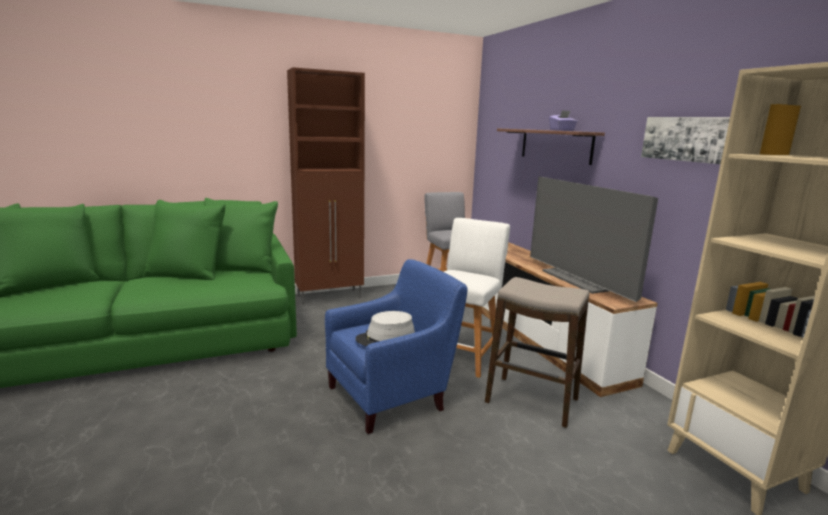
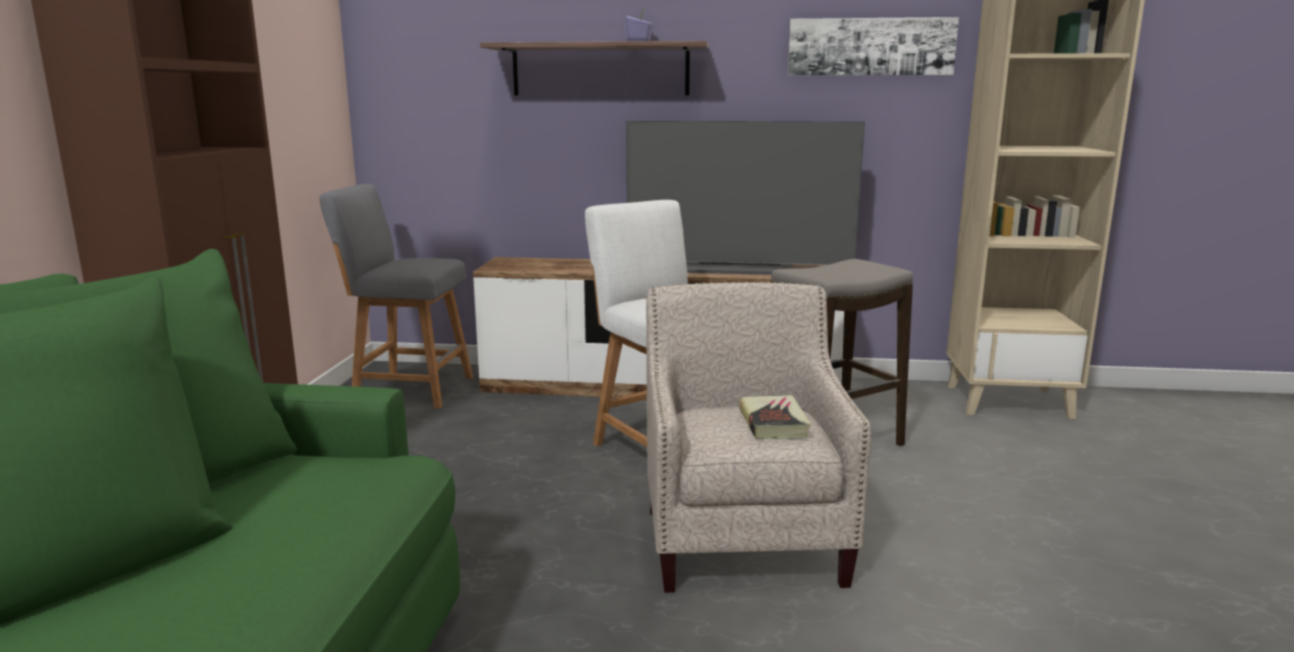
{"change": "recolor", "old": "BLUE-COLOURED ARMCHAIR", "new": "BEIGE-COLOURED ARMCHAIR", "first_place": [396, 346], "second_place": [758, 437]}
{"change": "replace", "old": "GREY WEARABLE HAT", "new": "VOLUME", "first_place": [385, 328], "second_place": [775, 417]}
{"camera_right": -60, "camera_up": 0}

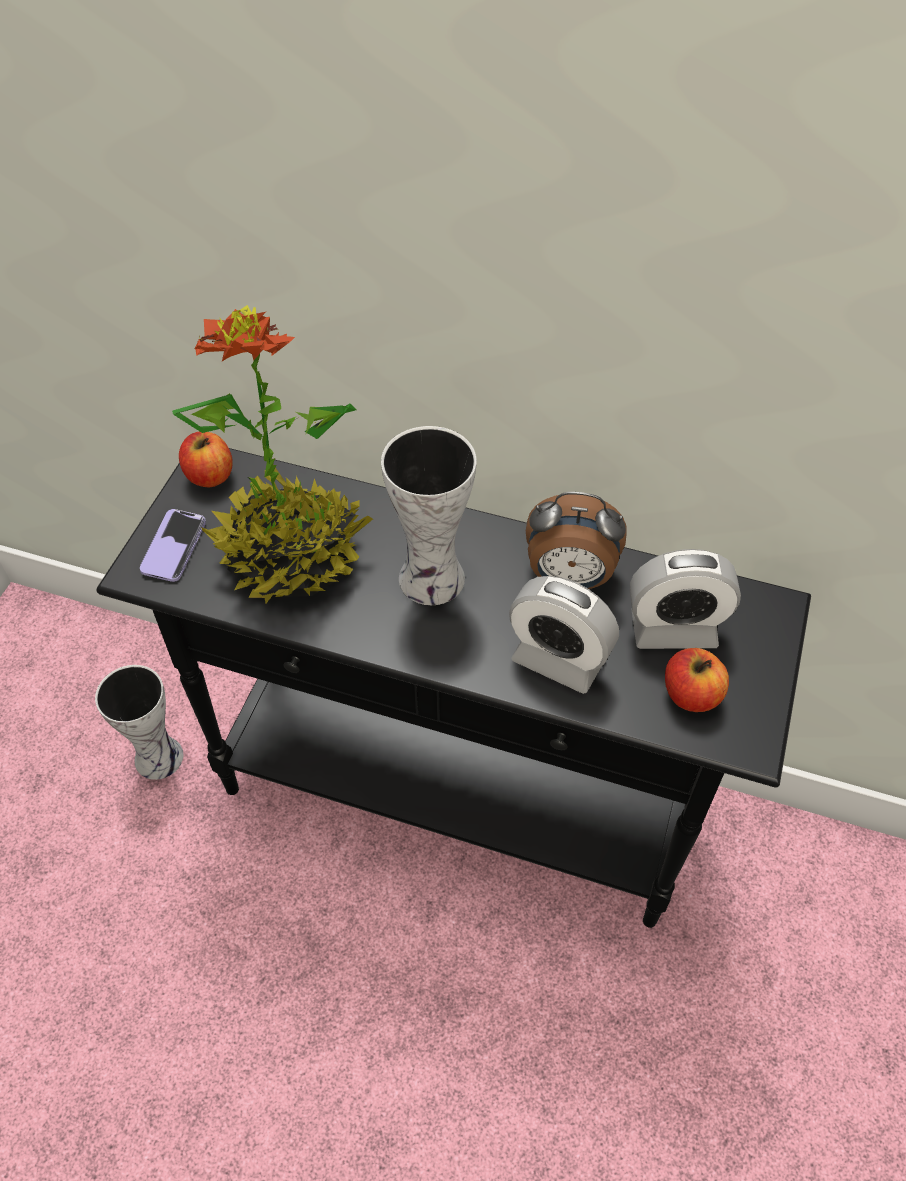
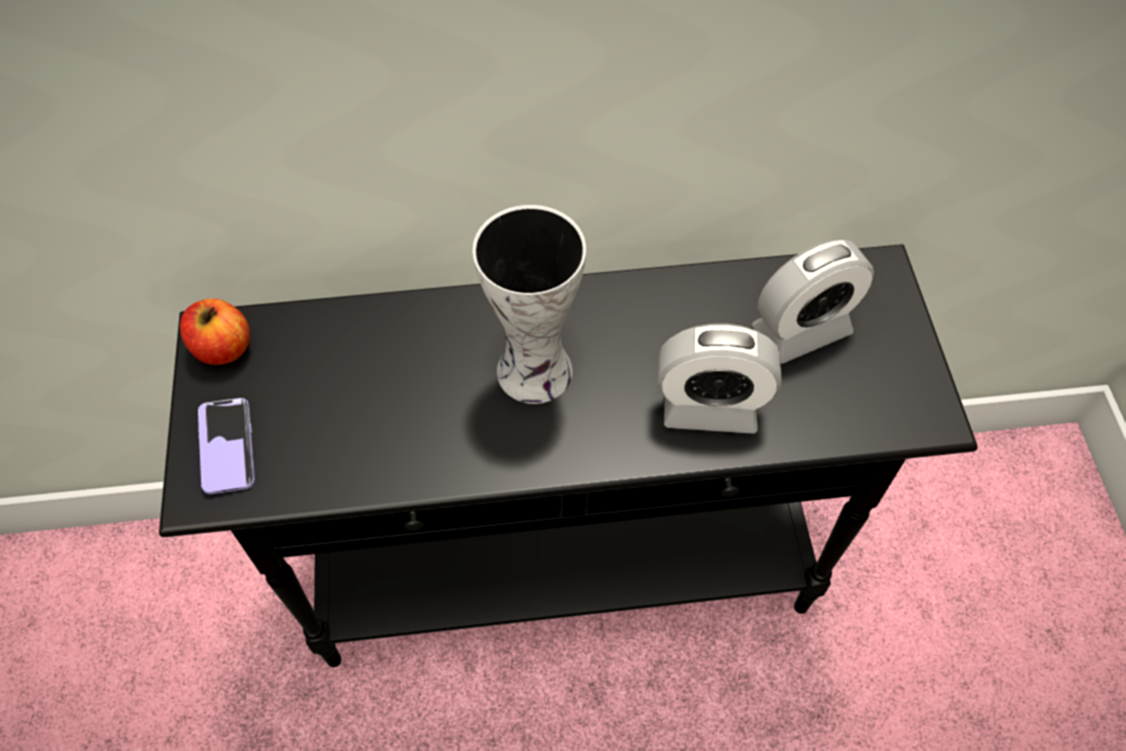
{"change": "delete", "old": "PLANT IN A POT", "first_place": [272, 454]}
{"change": "delete", "old": "BEDSIDE CLOCK", "first_place": [576, 540]}
{"change": "delete", "old": "WHOLE APPLE", "first_place": [697, 680]}
{"change": "delete", "old": "FLOWER VASE", "first_place": [139, 722]}
{"camera_right": -25, "camera_up": 5}

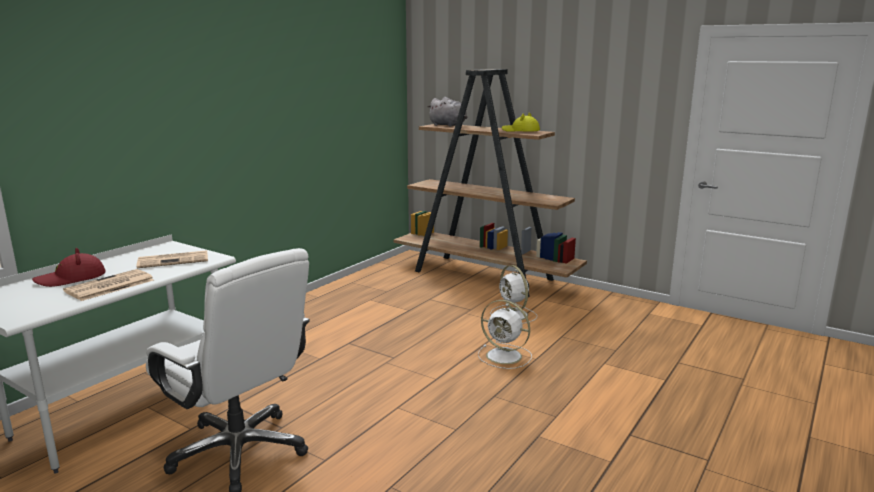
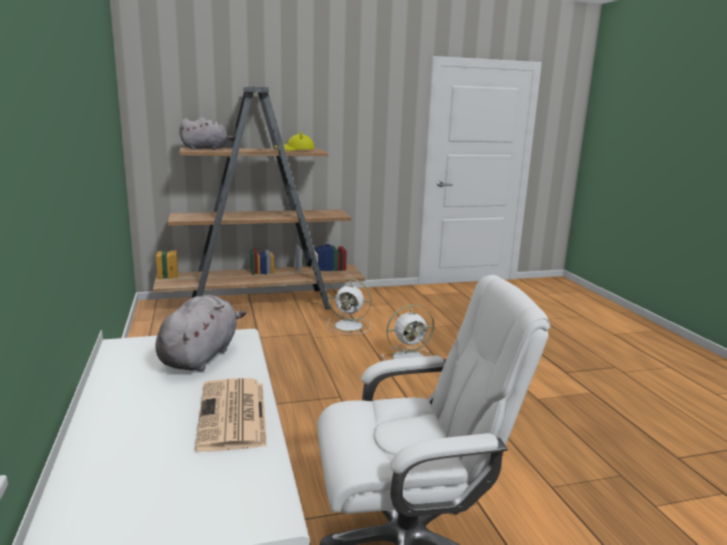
{"change": "delete", "old": "REDDISH WEARABLE HAT", "first_place": [69, 267]}
{"change": "replace", "old": "DAILY PAPER", "new": "GREY CUDDLY TOY", "first_place": [172, 259], "second_place": [200, 333]}
{"camera_right": -50, "camera_up": 0}

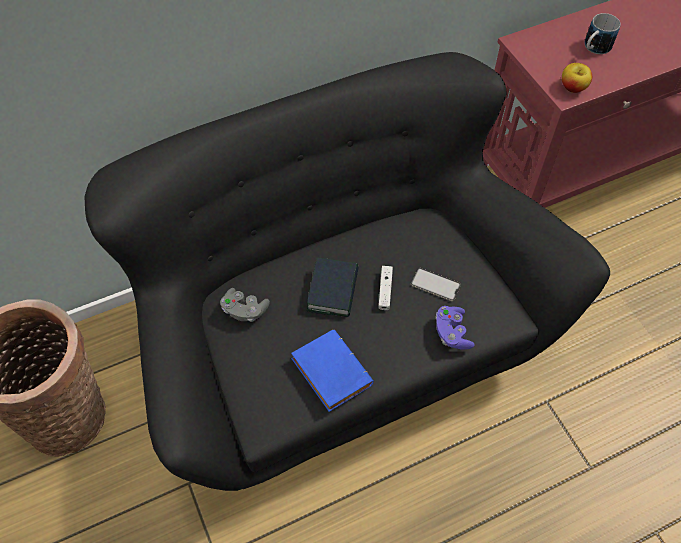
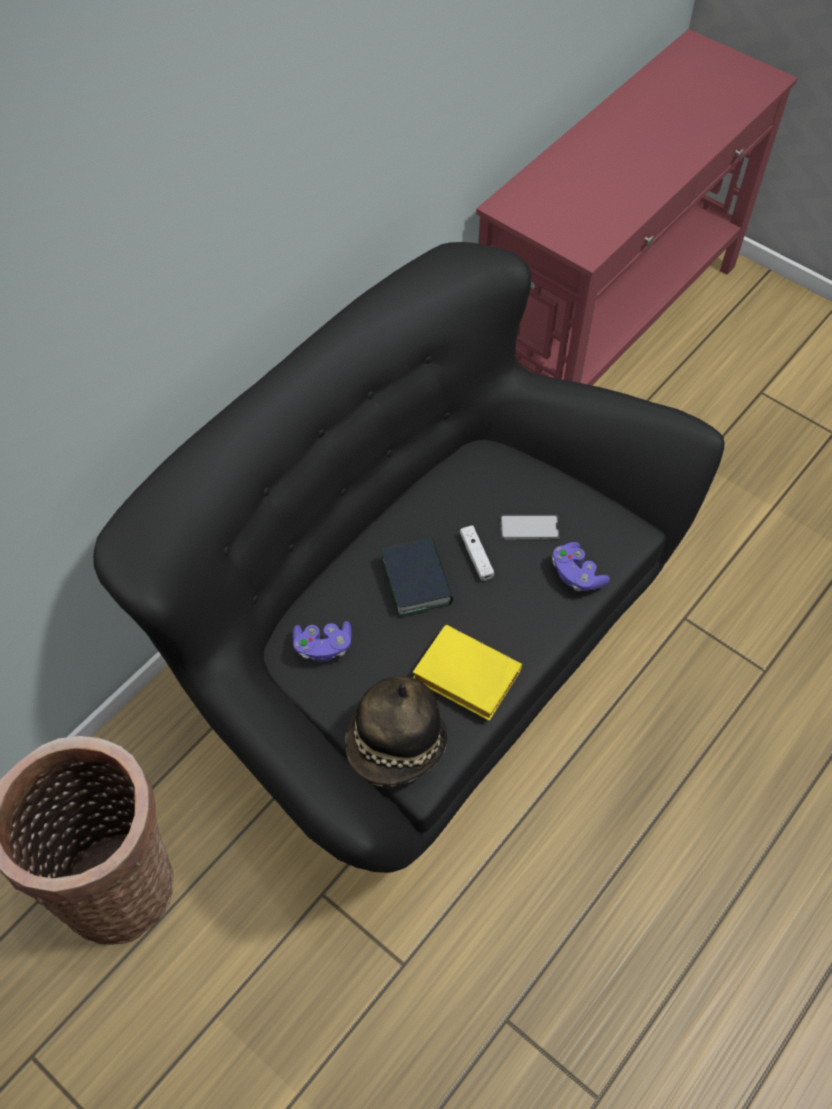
{"change": "delete", "old": "TEA MUG", "first_place": [602, 33]}
{"change": "delete", "old": "WHOLE APPLE", "first_place": [577, 78]}
{"change": "recolor", "old": "GREY GAME CONTROLLER", "new": "PURPLE GAME CONTROLLER", "first_place": [245, 305], "second_place": [322, 641]}
{"change": "recolor", "old": "BLUE-COLOURED VOLUME", "new": "YELLOW-COLOURED VOLUME", "first_place": [332, 371], "second_place": [467, 673]}
{"change": "insert", "new": "WEARABLE HAT", "second_place": [396, 731]}
{"camera_right": -25, "camera_up": 0}

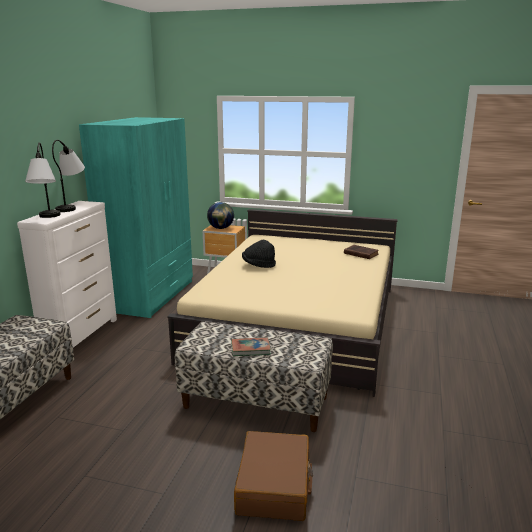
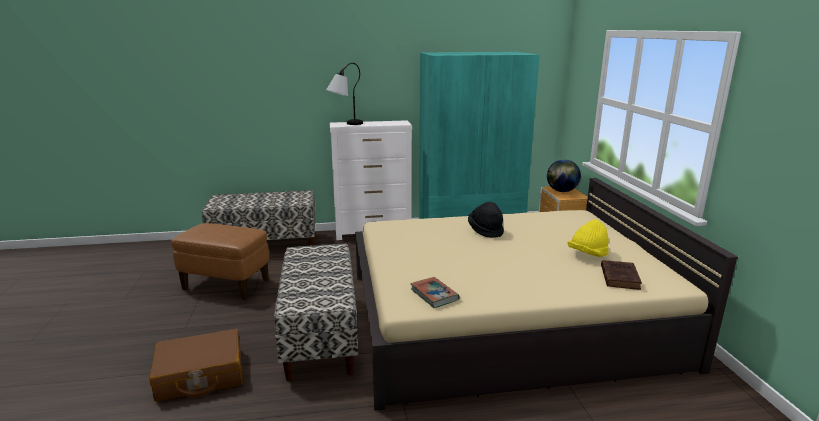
{"change": "delete", "old": "TABLETOP LAMP", "first_place": [68, 176]}
{"change": "move", "old": "VOLUME", "first_place": [251, 346], "second_place": [435, 292]}
{"change": "insert", "new": "YELLOW-COLOURED WEARABLE HAT", "second_place": [588, 238]}
{"change": "insert", "new": "BROWN-COLOURED POUFFE", "second_place": [220, 261]}
{"camera_right": 65, "camera_up": 0}

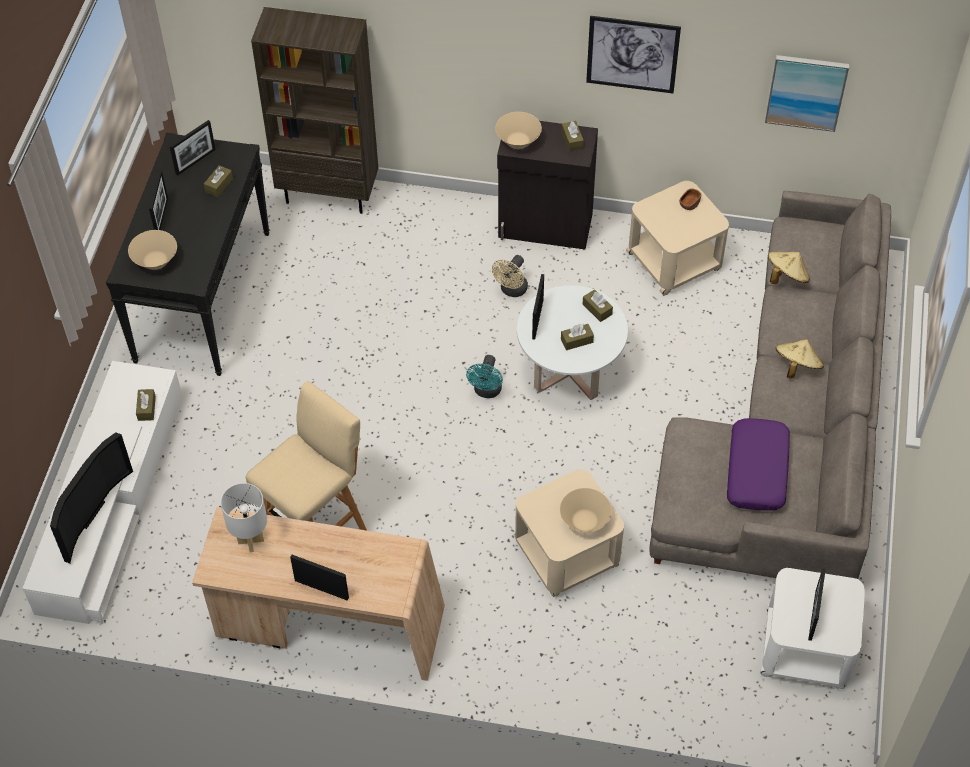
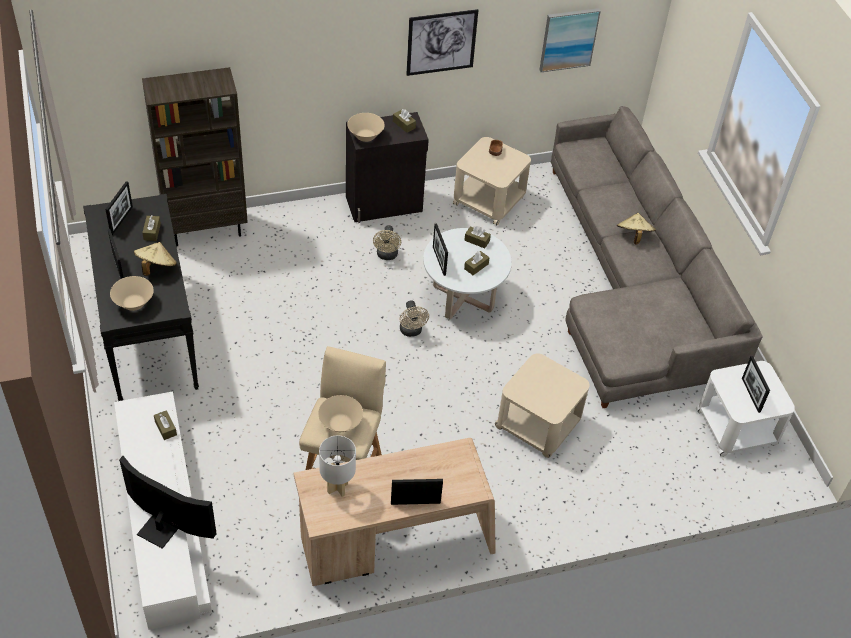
{"change": "move", "old": "BEIGE-COLOURED WEARABLE HAT", "first_place": [789, 268], "second_place": [155, 259]}
{"change": "recolor", "old": "BLUE-GREEN COOLING FAN", "new": "BEIGE-COLOURED COOLING FAN", "first_place": [484, 376], "second_place": [414, 318]}
{"change": "delete", "old": "PURPLE CUSHION", "first_place": [758, 464]}
{"change": "rotate", "old": "TV SET", "first_place": [91, 498], "second_place": [168, 502], "degrees": -60}
{"change": "move", "old": "BEIGE-COLOURED DEEP DISH", "first_place": [586, 510], "second_place": [340, 413]}
{"camera_right": -30, "camera_up": -5}

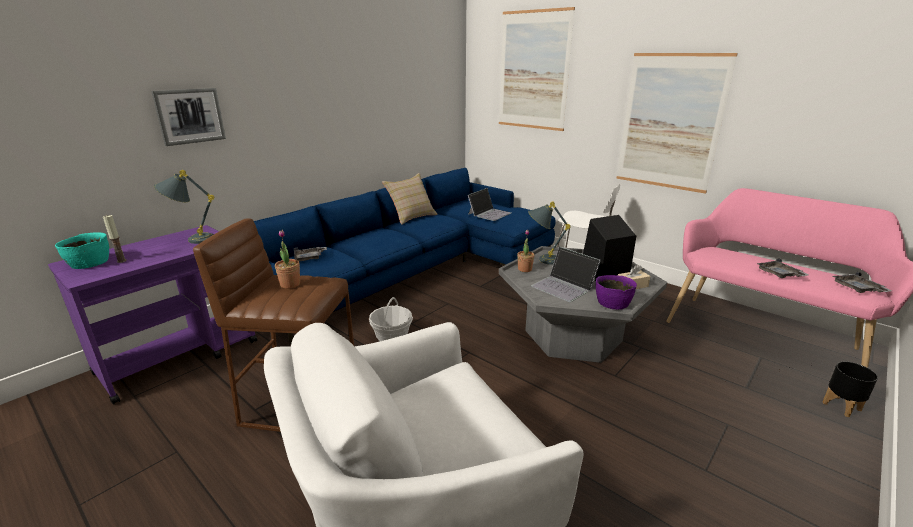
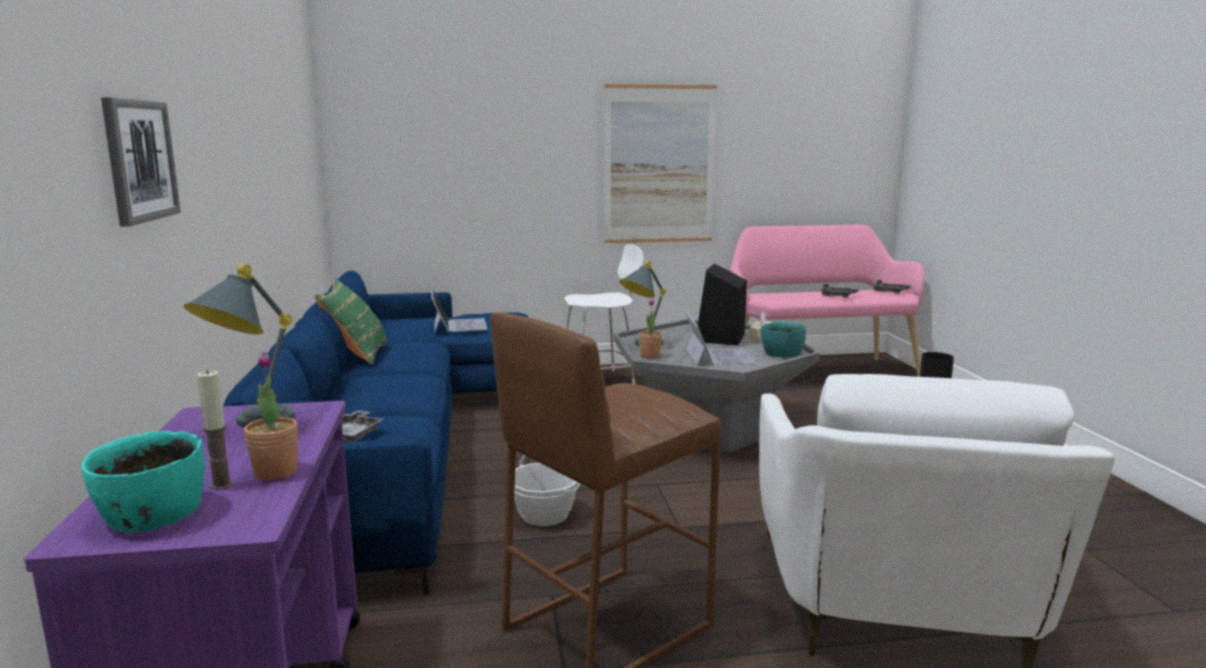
{"change": "delete", "old": "WALL PICTURE", "first_place": [537, 69]}
{"change": "recolor", "old": "BEIGE-COLOURED CUSHION", "new": "GREEN CUSHION", "first_place": [410, 199], "second_place": [351, 321]}
{"change": "move", "old": "PLANT IN A POT", "first_place": [287, 259], "second_place": [271, 416]}
{"change": "rotate", "old": "PORTABLE COMPUTER", "first_place": [566, 274], "second_place": [721, 338], "degrees": -90}
{"change": "recolor", "old": "PURPLE DEEP DISH", "new": "BLUE-GREEN DEEP DISH", "first_place": [616, 292], "second_place": [783, 339]}
{"camera_right": -50, "camera_up": -10}

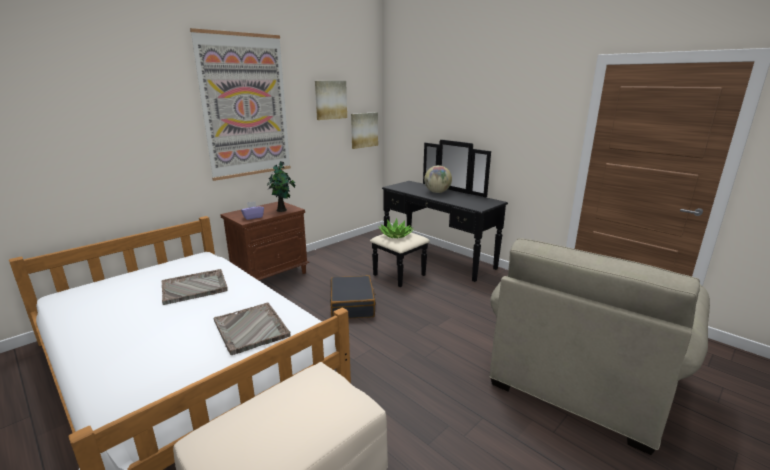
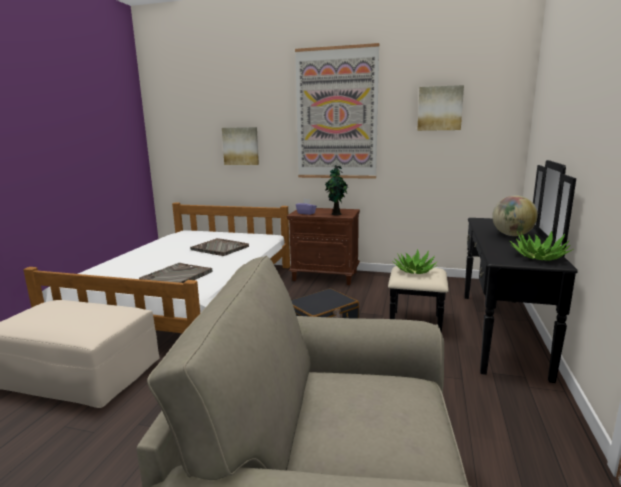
{"change": "move", "old": "WALL PICTURE", "first_place": [364, 130], "second_place": [240, 146]}
{"change": "insert", "new": "PLANT IN A POT", "second_place": [541, 246]}
{"camera_right": 60, "camera_up": -5}

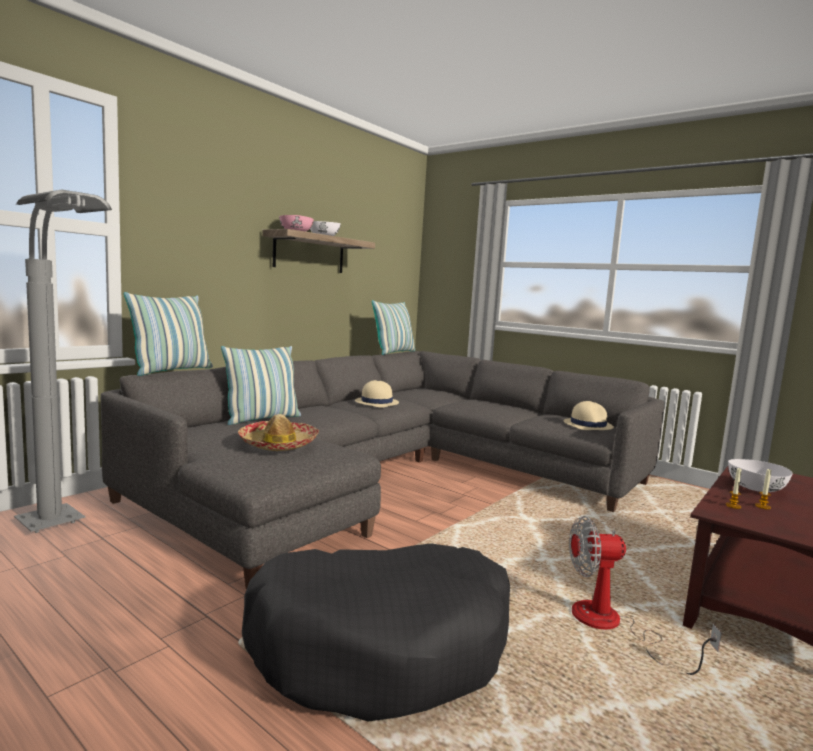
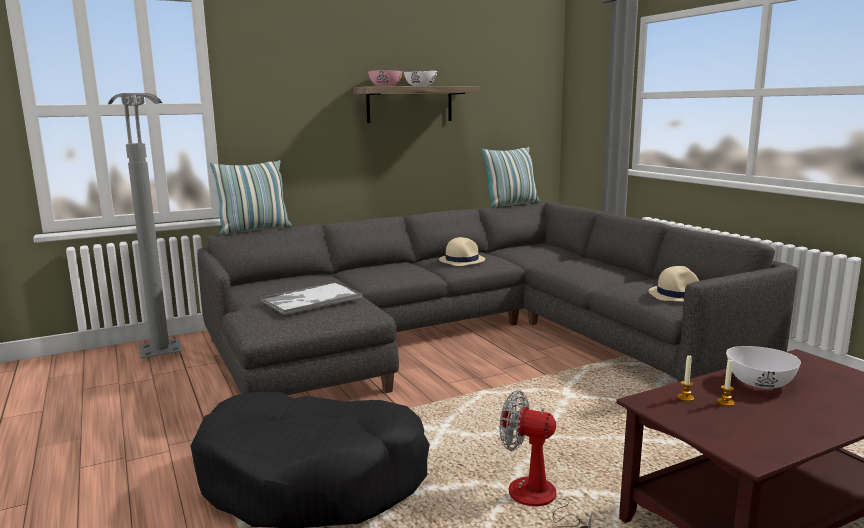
{"change": "delete", "old": "CUSHION", "first_place": [261, 385]}
{"change": "replace", "old": "WEARABLE HAT", "new": "SERVING TRAY", "first_place": [278, 432], "second_place": [311, 298]}
{"camera_right": 25, "camera_up": 5}

